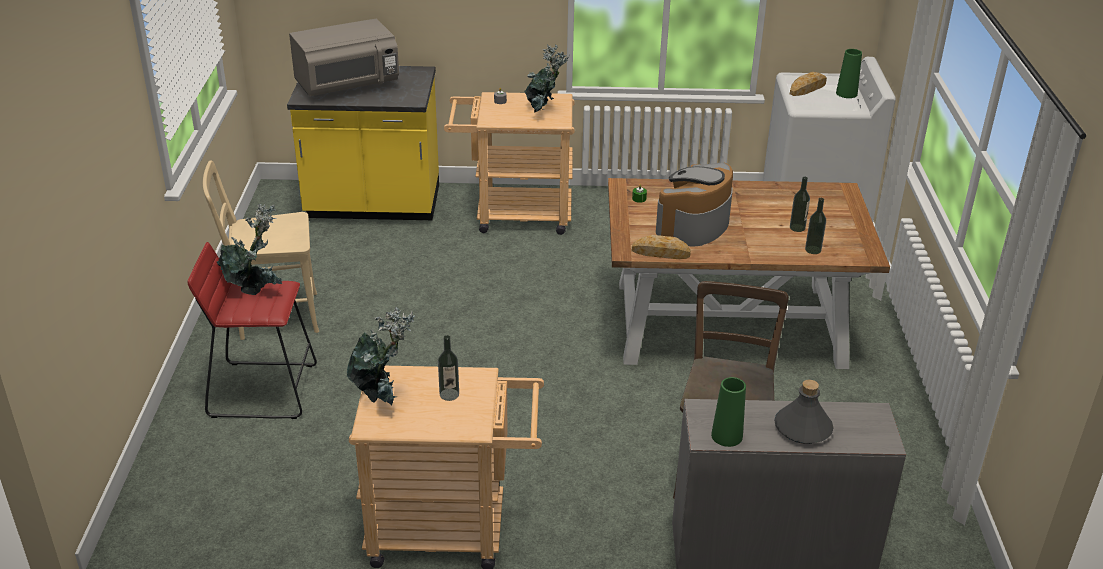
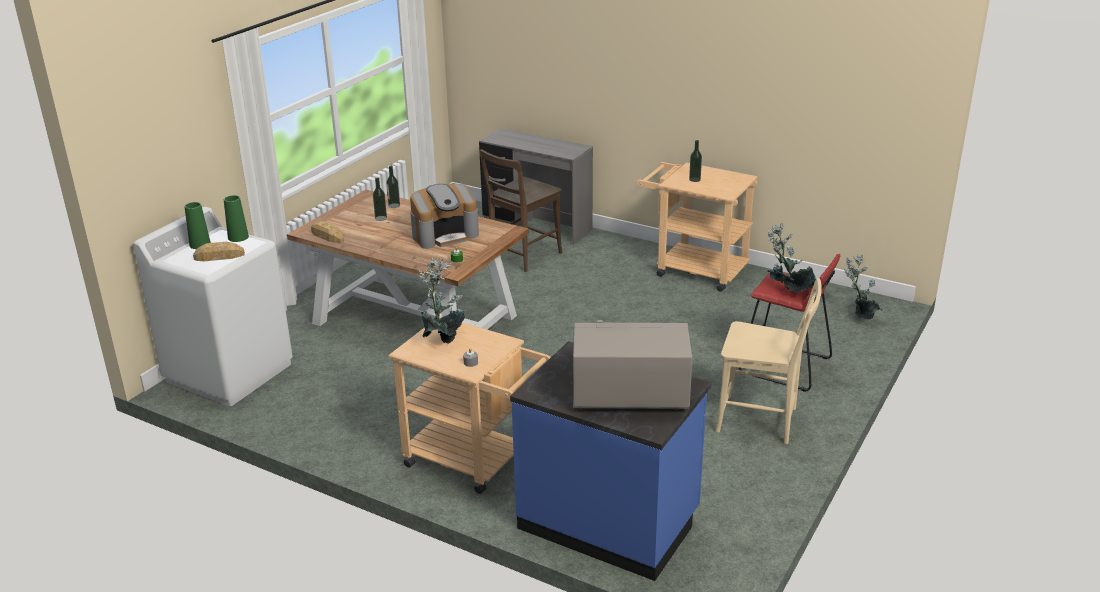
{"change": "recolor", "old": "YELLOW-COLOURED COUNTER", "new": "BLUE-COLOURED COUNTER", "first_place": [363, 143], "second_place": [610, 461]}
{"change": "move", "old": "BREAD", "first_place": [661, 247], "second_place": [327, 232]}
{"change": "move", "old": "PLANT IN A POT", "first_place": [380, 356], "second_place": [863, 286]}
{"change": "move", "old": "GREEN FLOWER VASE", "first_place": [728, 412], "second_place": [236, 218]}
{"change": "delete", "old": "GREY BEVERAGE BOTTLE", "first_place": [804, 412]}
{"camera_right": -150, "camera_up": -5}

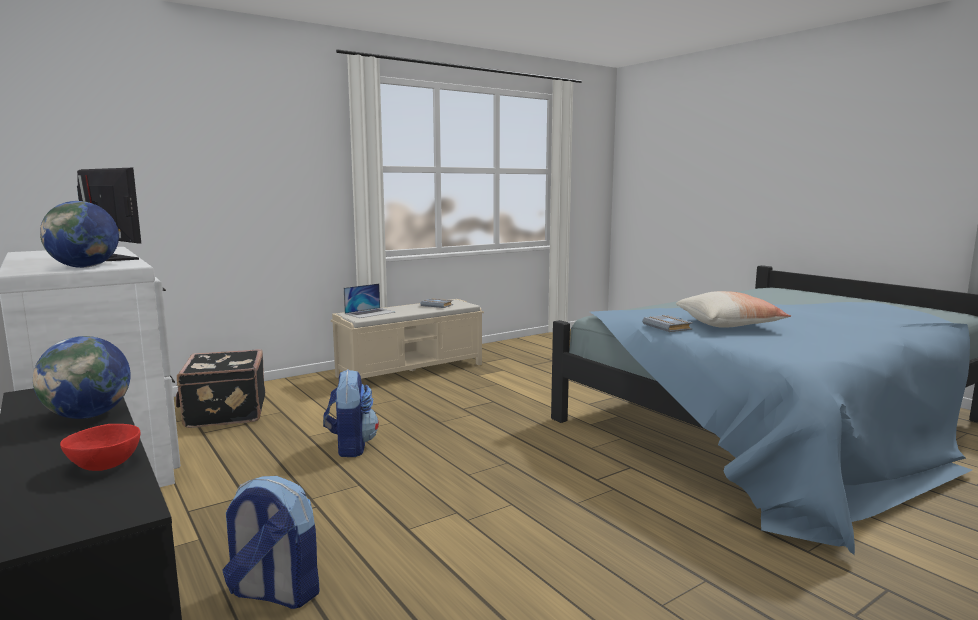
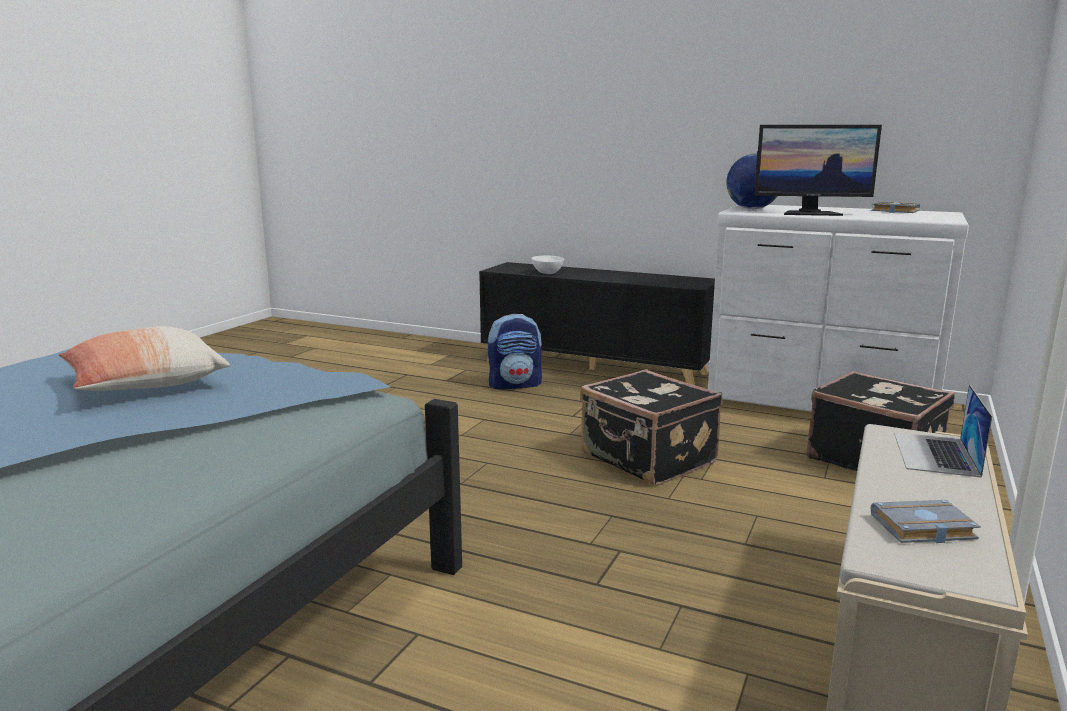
{"change": "move", "old": "GREY VOLUME", "first_place": [667, 323], "second_place": [895, 207]}
{"change": "delete", "old": "DESK GLOBE", "first_place": [82, 377]}
{"change": "replace", "old": "RUCKSACK", "new": "BLACK-COLOURED TRAVEL CASE", "first_place": [351, 413], "second_place": [651, 427]}
{"change": "recolor", "old": "REDDISH DEEP DISH", "new": "WHITISH DEEP DISH", "first_place": [100, 447], "second_place": [547, 264]}
{"camera_right": 150, "camera_up": 5}

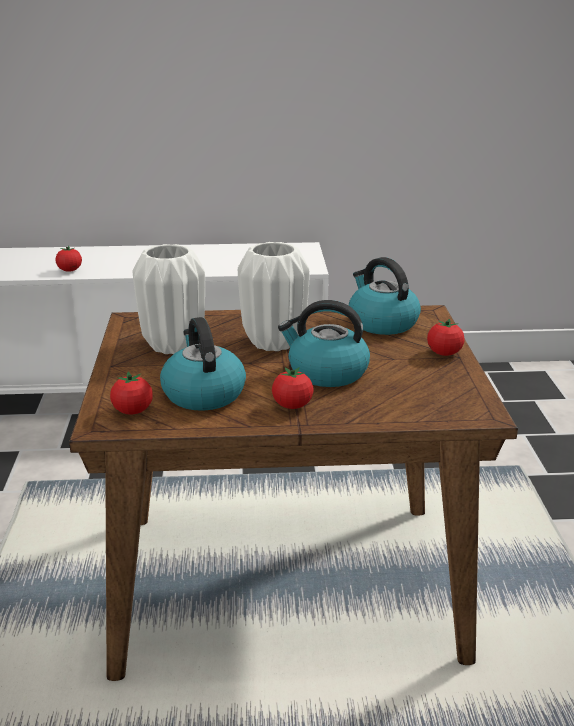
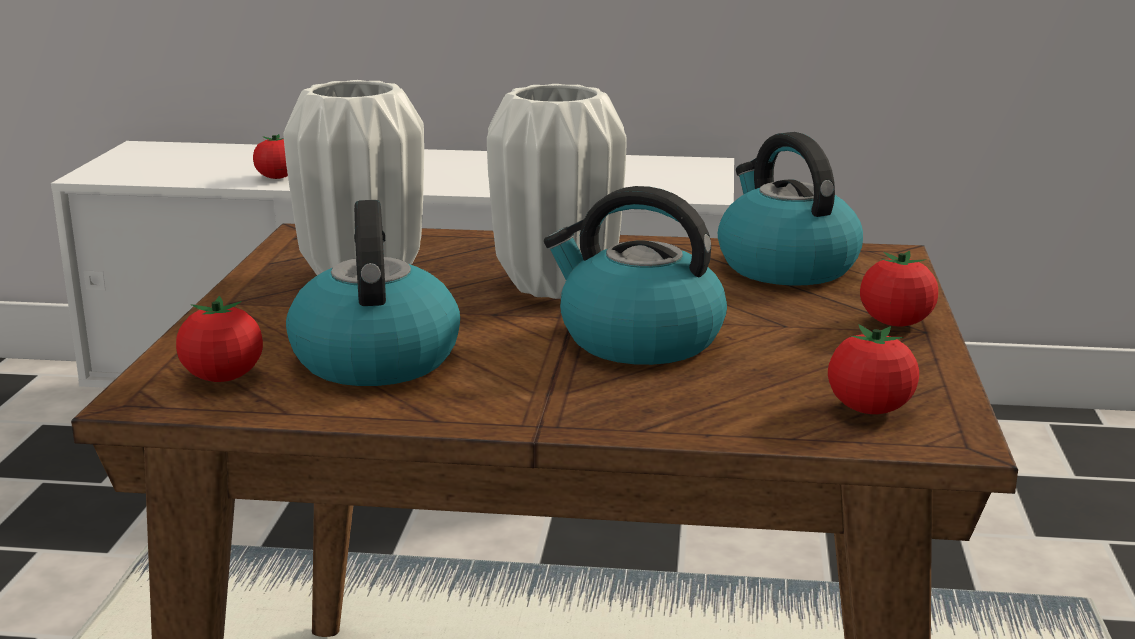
{"change": "move", "old": "FRESH TOMATO", "first_place": [293, 388], "second_place": [873, 369]}
{"camera_right": 10, "camera_up": -5}

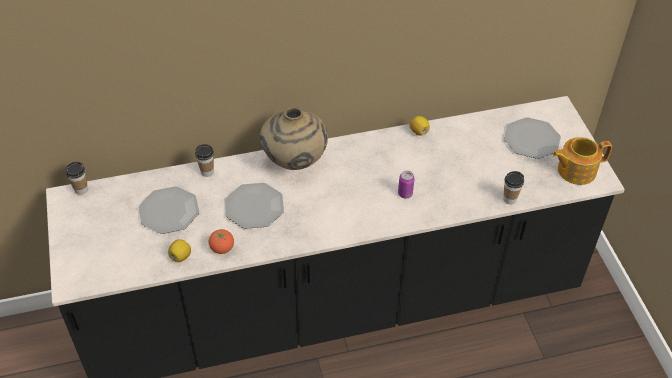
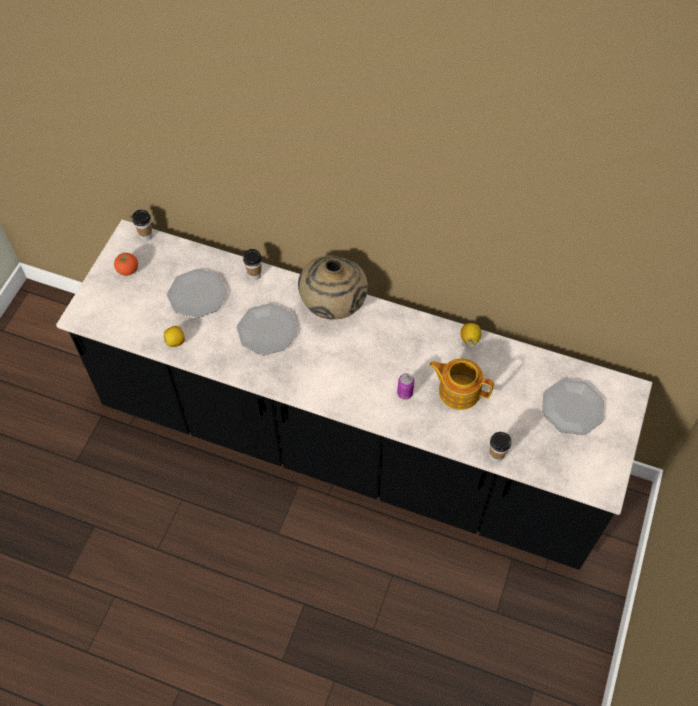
{"change": "move", "old": "TEA POT", "first_place": [582, 161], "second_place": [461, 384]}
{"change": "move", "old": "FRESH TOMATO", "first_place": [221, 241], "second_place": [126, 264]}
{"camera_right": 35, "camera_up": 10}

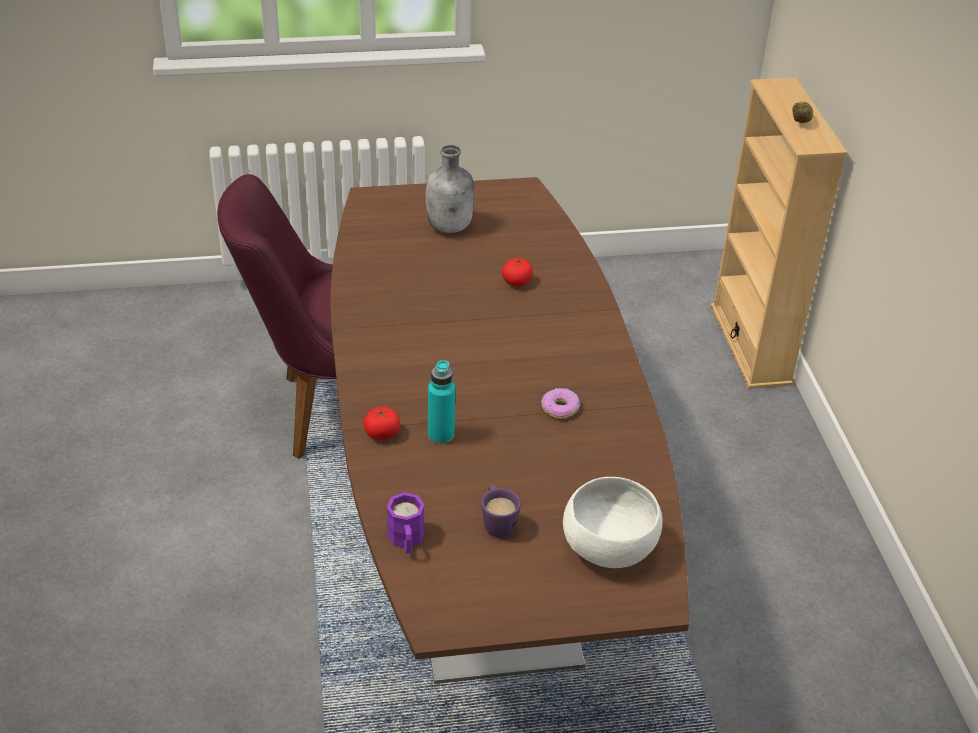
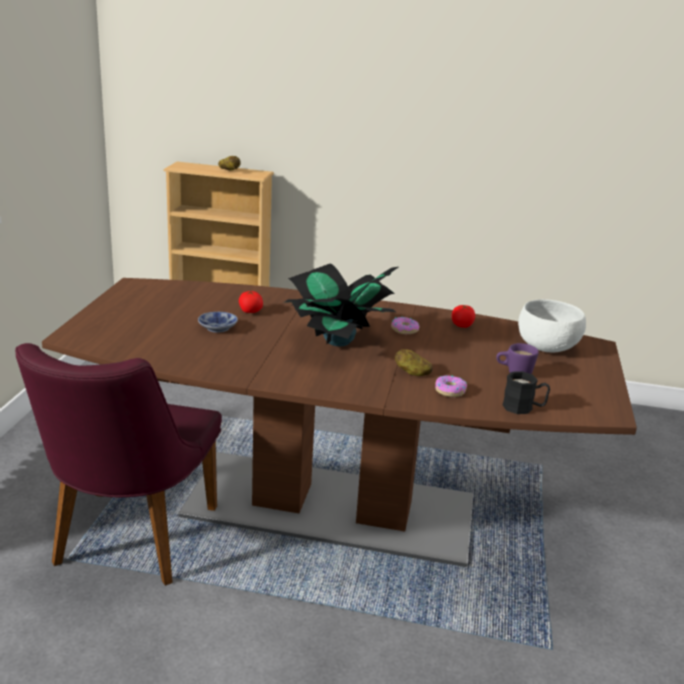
{"change": "delete", "old": "GREY BEVERAGE BOTTLE", "first_place": [450, 189]}
{"change": "replace", "old": "BLUE-GREEN BEVERAGE BOTTLE", "new": "POTATO", "first_place": [441, 402], "second_place": [414, 362]}
{"change": "move", "old": "FRESH TOMATO", "first_place": [382, 423], "second_place": [463, 316]}
{"change": "recolor", "old": "PURPLE TEA MUG", "new": "BLACK-COLOURED TEA MUG", "first_place": [405, 523], "second_place": [526, 392]}
{"change": "insert", "new": "PLANT IN A POT", "second_place": [342, 304]}
{"change": "insert", "new": "DEEP DISH", "second_place": [218, 322]}
{"change": "insert", "new": "DOUGHNUT", "second_place": [451, 386]}
{"camera_right": -70, "camera_up": -15}

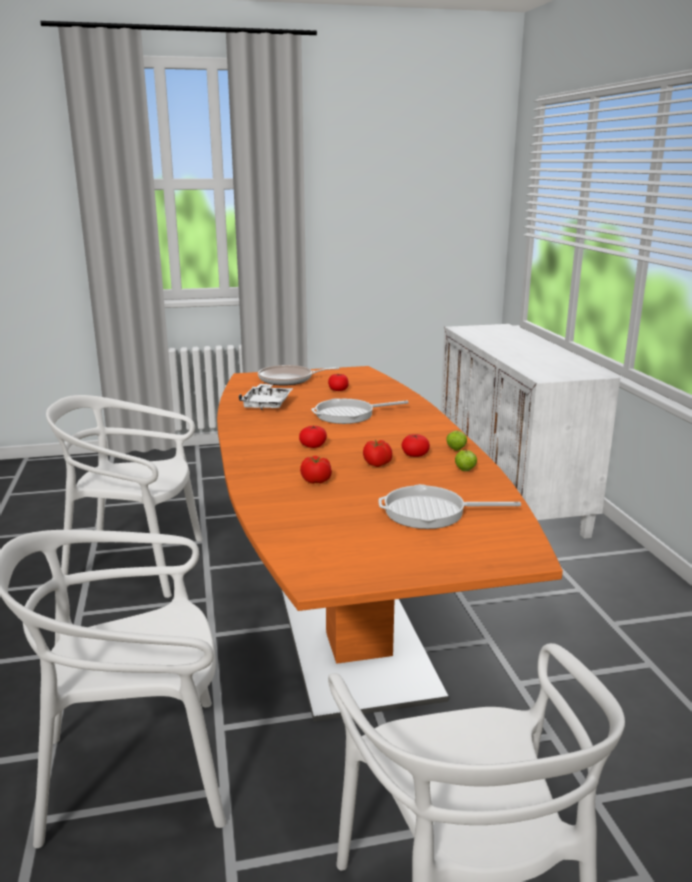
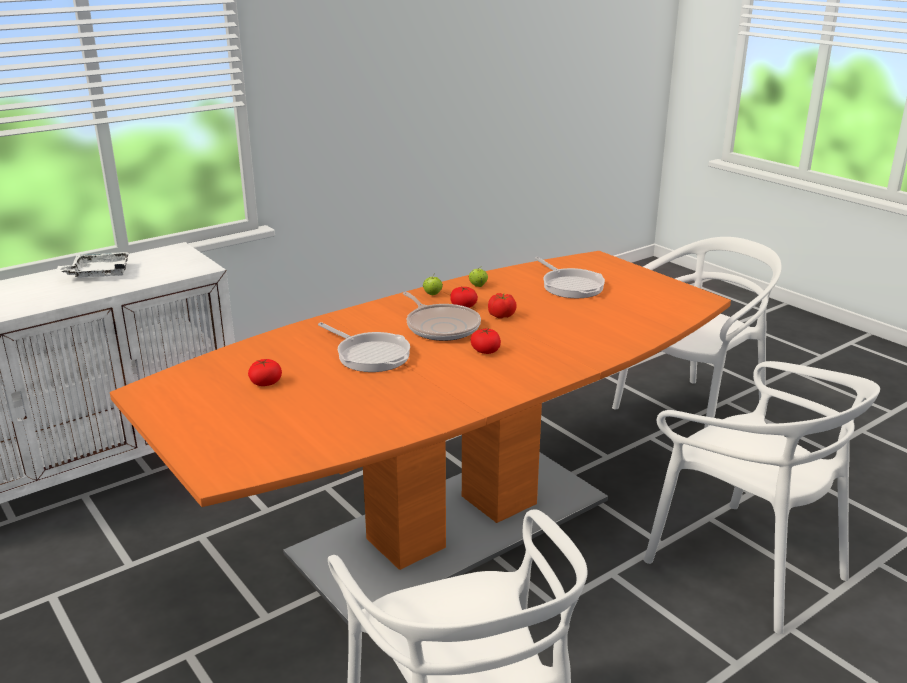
{"change": "move", "old": "SKILLET", "first_place": [298, 375], "second_place": [442, 316]}
{"change": "move", "old": "WHITISH SERVING TRAY", "first_place": [266, 397], "second_place": [92, 265]}
{"change": "delete", "old": "FRESH TOMATO", "first_place": [316, 470]}
{"camera_right": -115, "camera_up": 5}

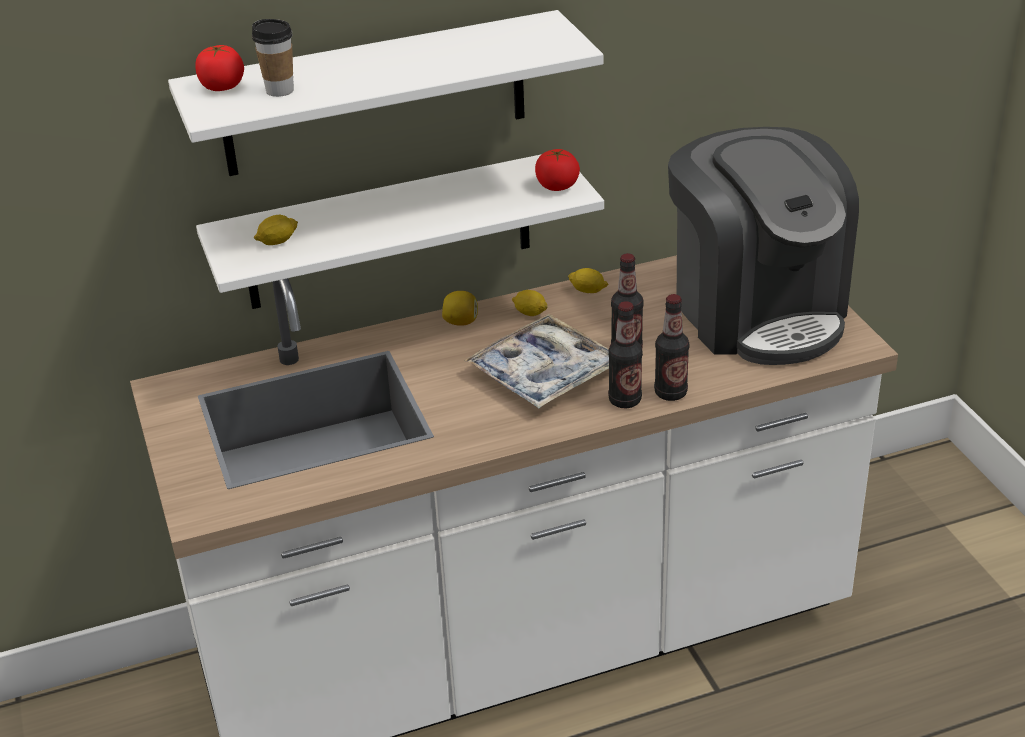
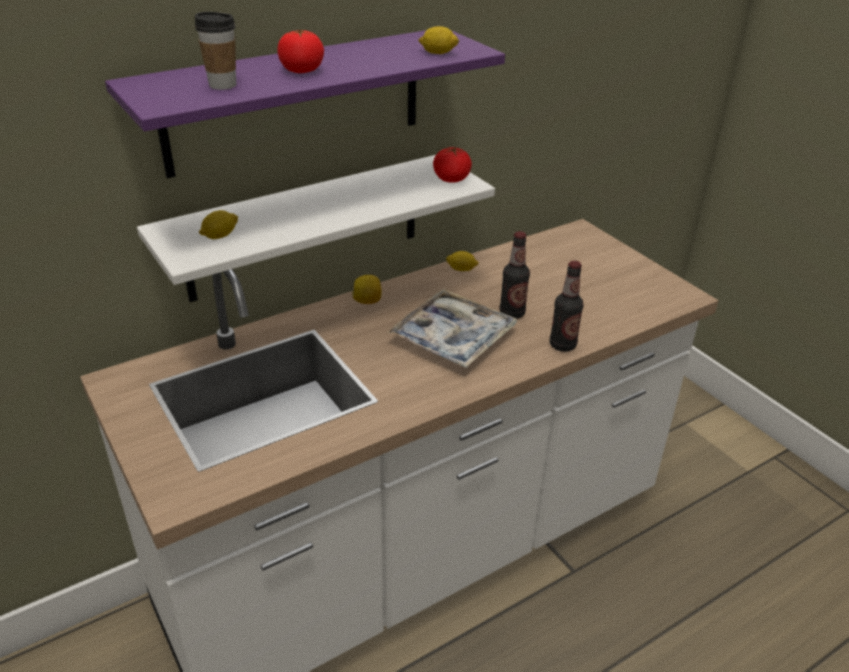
{"change": "recolor", "old": "WHITISH SHELF", "new": "PURPLE SHELF", "first_place": [386, 93], "second_place": [305, 104]}
{"change": "move", "old": "FRESH TOMATO", "first_place": [219, 68], "second_place": [300, 51]}
{"change": "delete", "old": "COFFEE BREWER", "first_place": [763, 246]}
{"change": "move", "old": "CITRUS FRUIT", "first_place": [530, 303], "second_place": [439, 40]}
{"change": "delete", "old": "BEVERAGE BOTTLE", "first_place": [625, 354]}
{"camera_right": -15, "camera_up": 0}

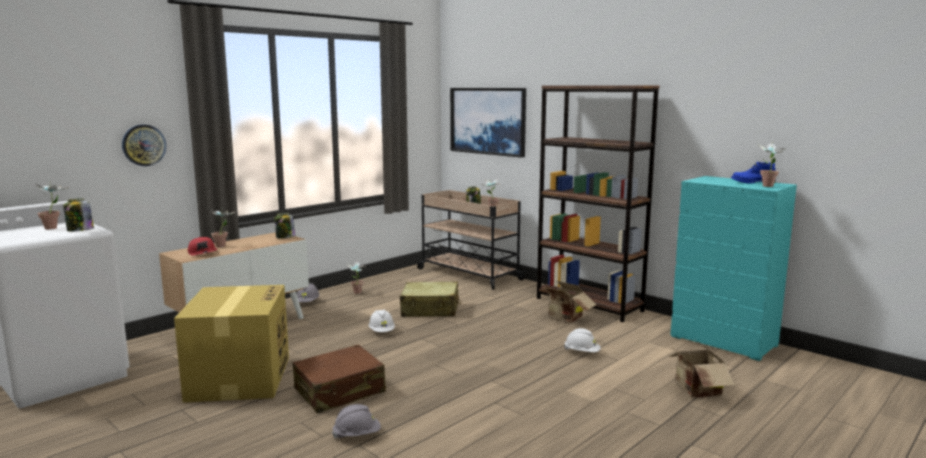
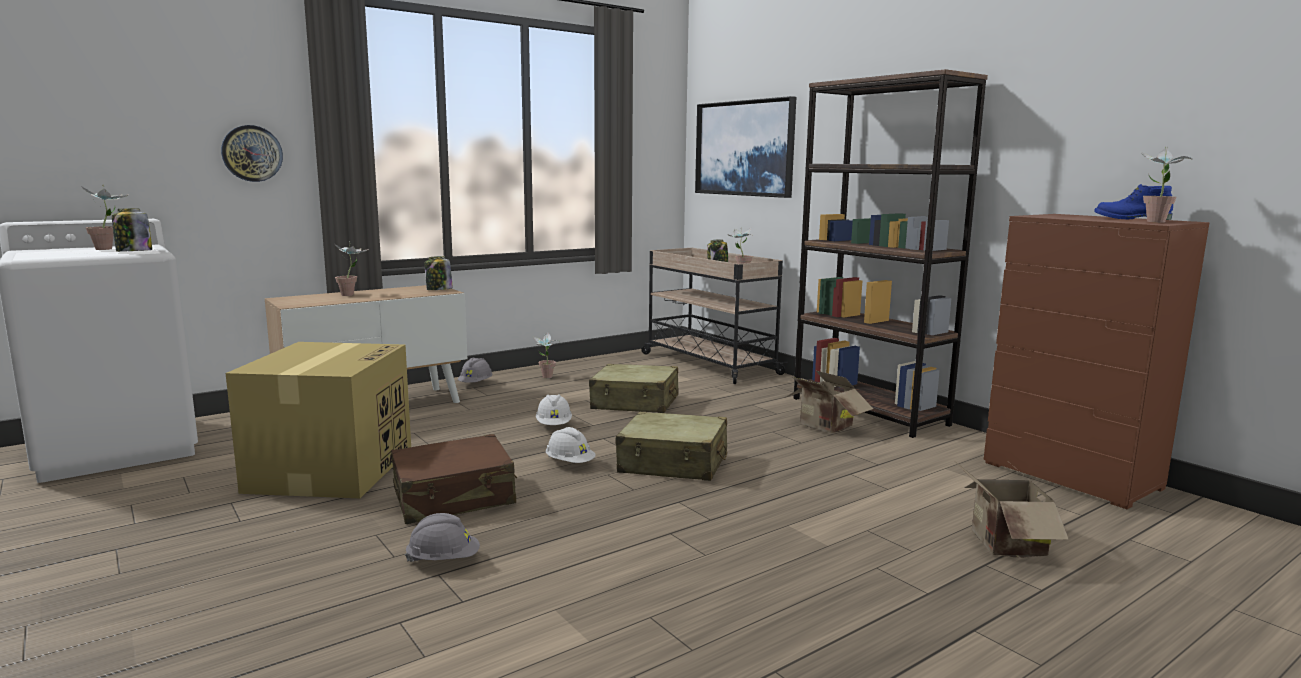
{"change": "recolor", "old": "BLUE-GREEN DRAWER CHEST", "new": "BROWN-COLOURED DRAWER CHEST", "first_place": [733, 268], "second_place": [1096, 361]}
{"change": "delete", "old": "REDDISH BASEBALL CAP", "first_place": [203, 246]}
{"change": "move", "old": "WHITISH HARD HAT", "first_place": [582, 340], "second_place": [571, 445]}
{"change": "insert", "new": "BEIGE-COLOURED TRAVEL CASE", "second_place": [671, 446]}
{"camera_right": 10, "camera_up": 0}

